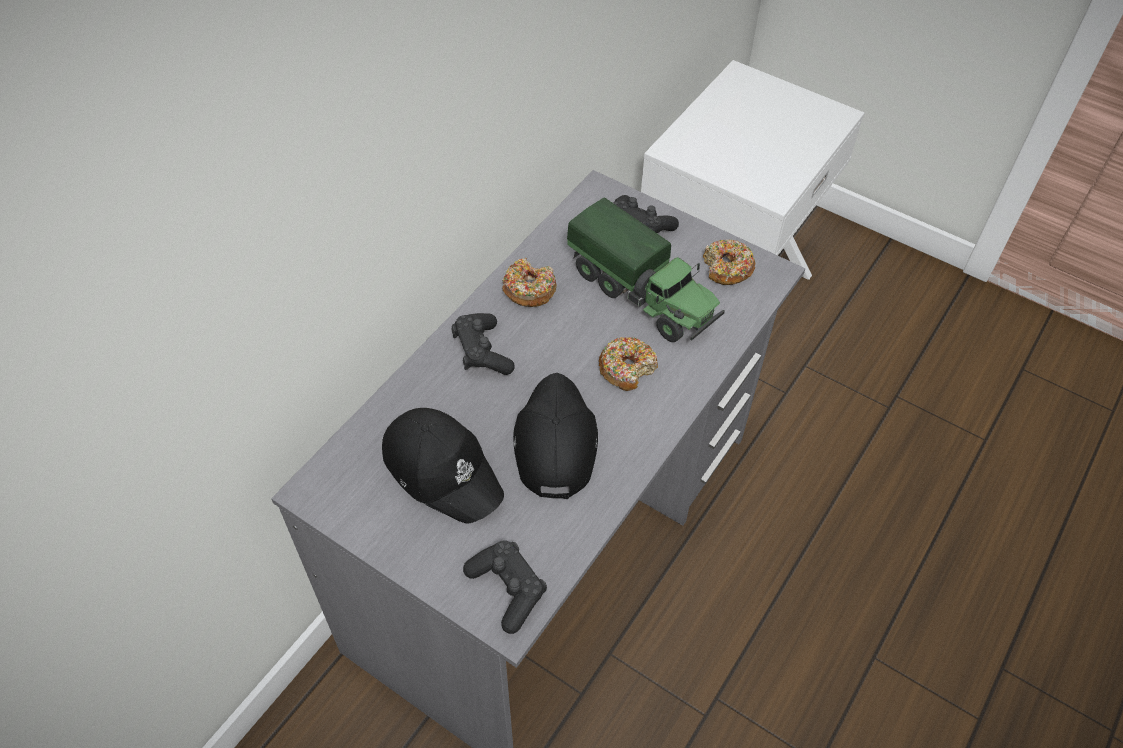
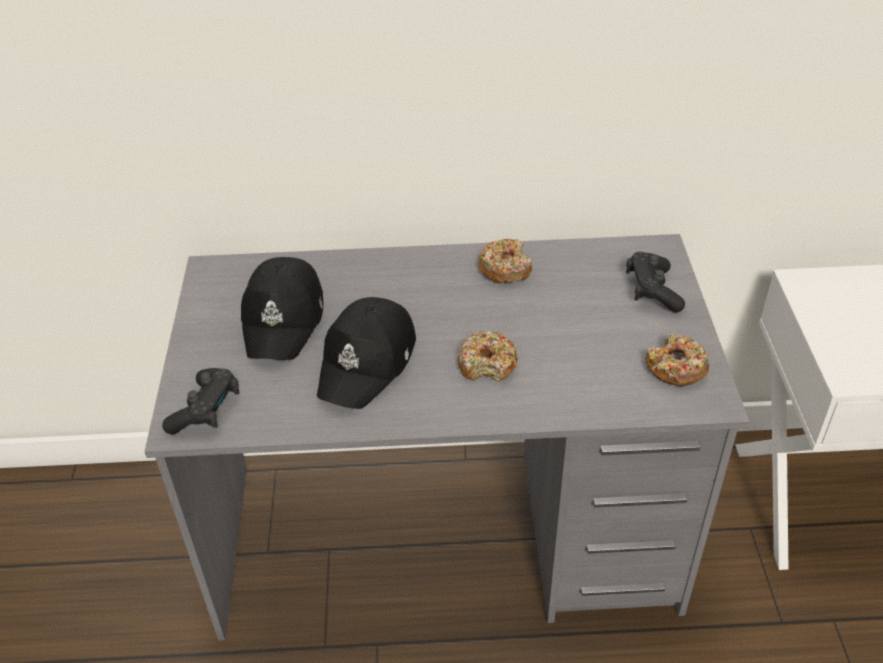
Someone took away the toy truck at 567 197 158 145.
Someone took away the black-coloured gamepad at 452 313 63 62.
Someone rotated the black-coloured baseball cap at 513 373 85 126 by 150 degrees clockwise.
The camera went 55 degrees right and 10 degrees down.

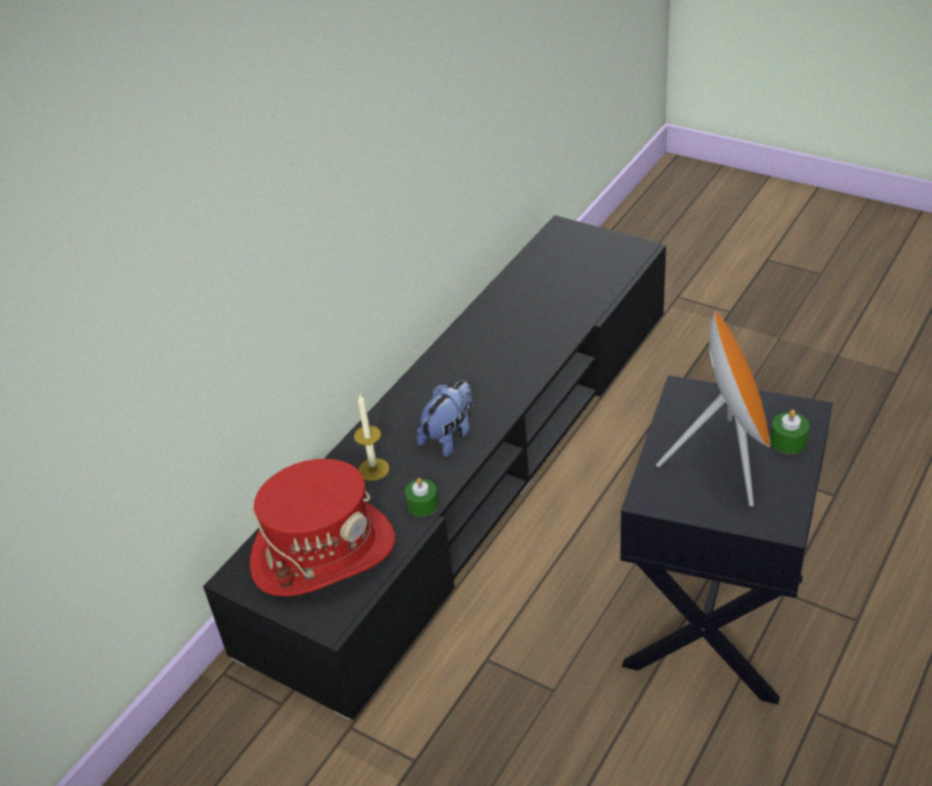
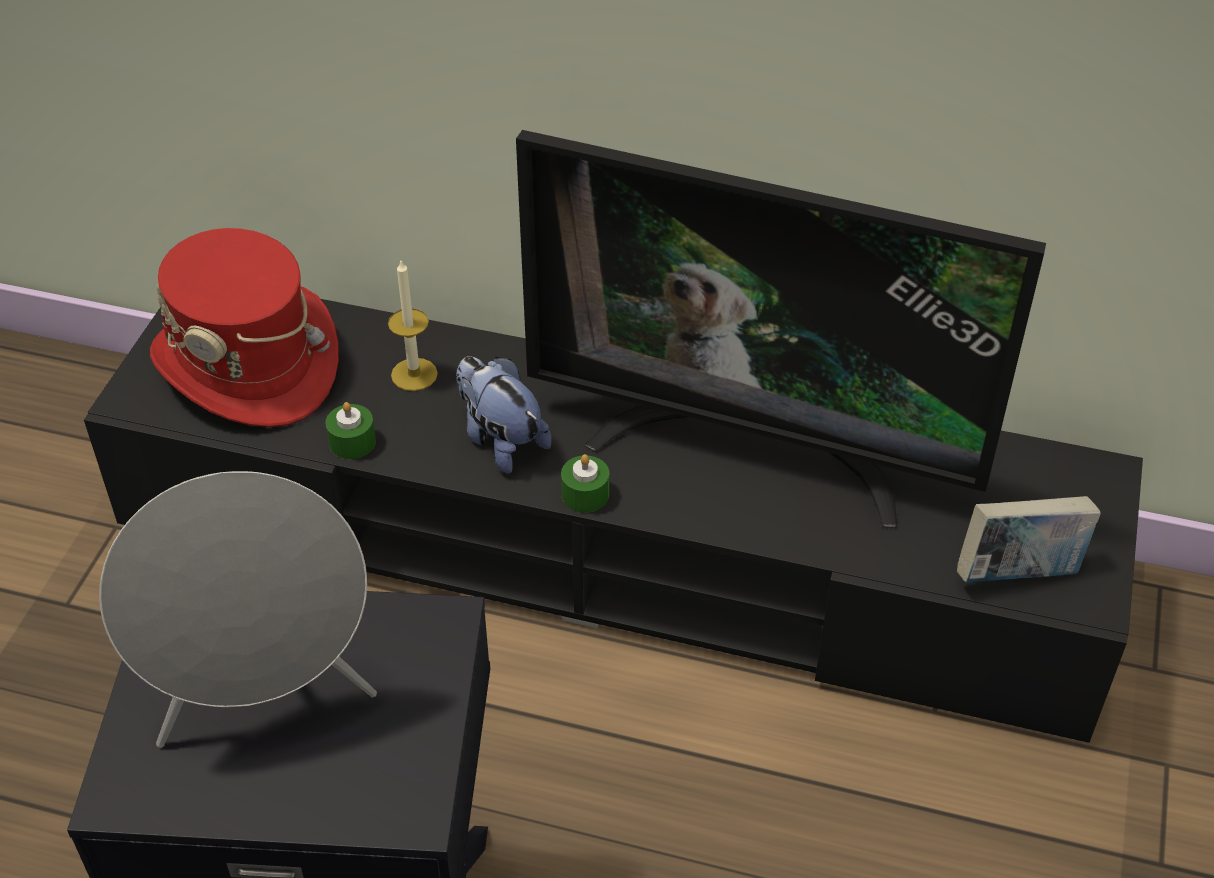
Someone repainted the orange audio speaker at 656 311 114 196, which became the gray audio speaker at 99 471 278 277.
Someone rotated the plush toy at 417 380 55 77 by 150 degrees counterclockwise.
Someone carried the greenish candle from 770 409 39 45 to 561 454 48 59.
Someone put down the TV at 516 130 530 397.
Someone put down the book at 957 496 144 86.
The camera went 70 degrees right and 5 degrees up.

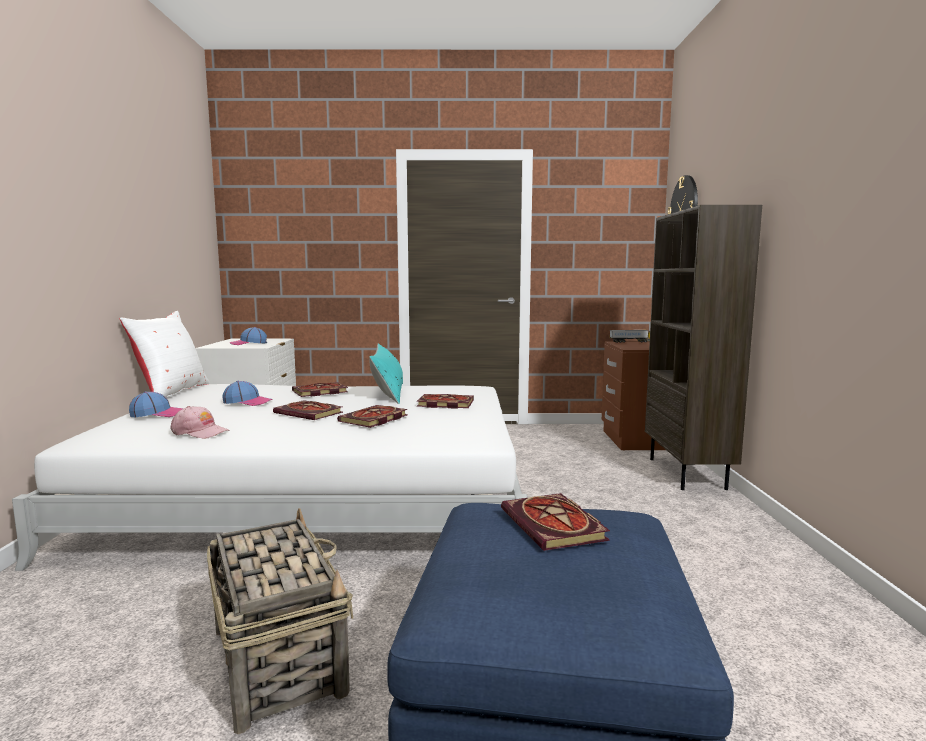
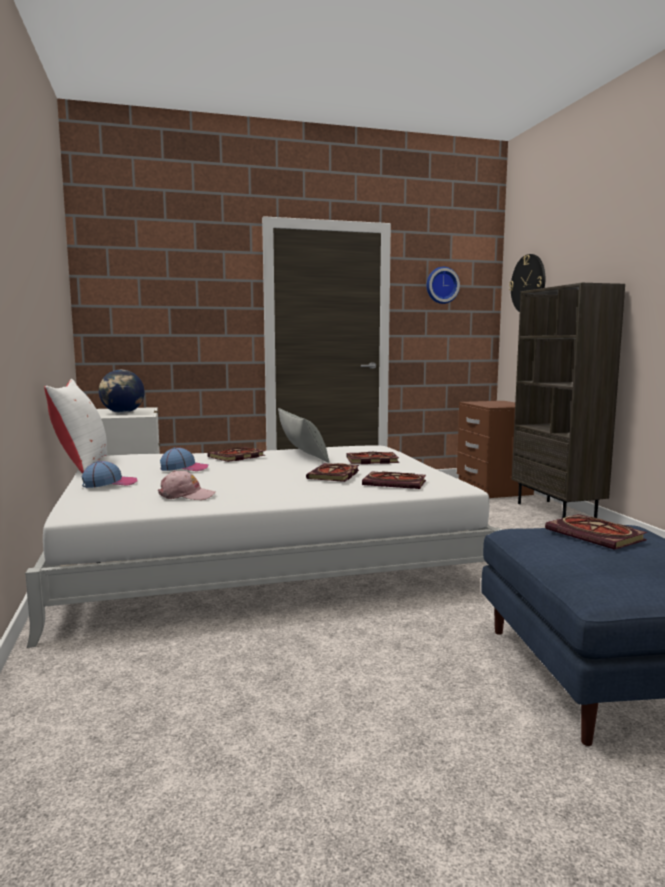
Someone swapped the baseball cap at 230 327 37 18 for the desk globe at 99 370 46 43.
Someone took away the toy truck at 610 330 40 13.
Someone repainted the blue-green throw pillow at 369 344 34 60, which became the gray throw pillow at 278 408 52 55.
Someone carried the book from 273 400 70 20 to 362 472 64 17.
Someone took away the storage basket at 207 508 146 226.
Someone put up the clock on the wall at 426 267 34 37.
The camera went 15 degrees left and 0 degrees up.

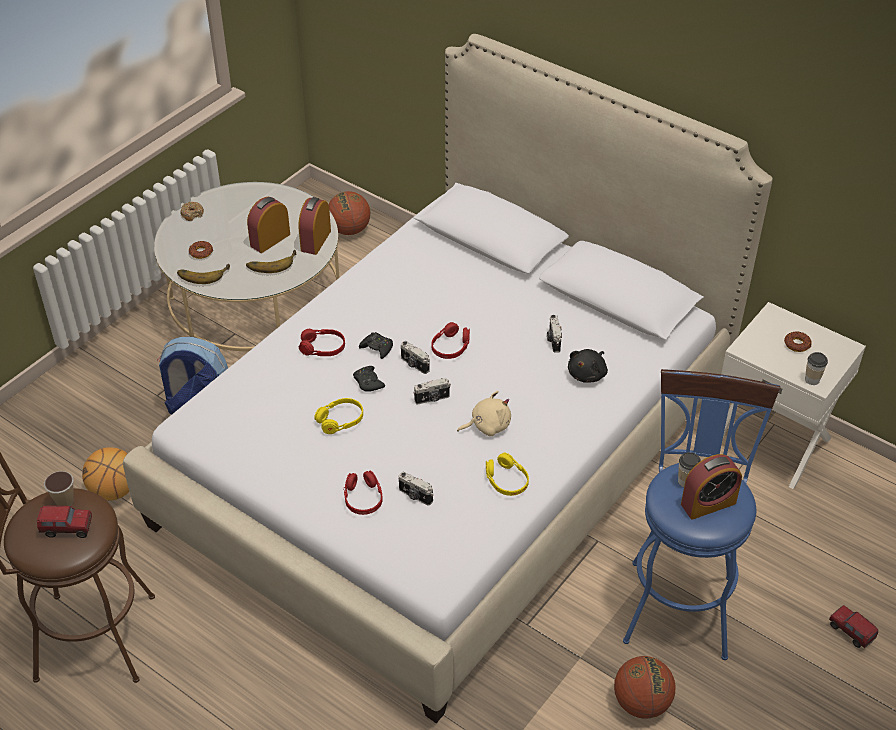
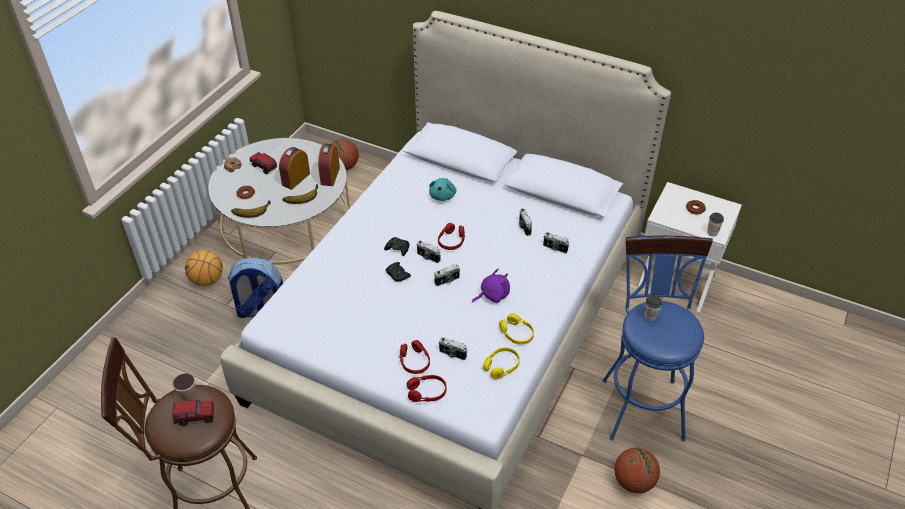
Someone carried the red headphones from 299 329 46 27 to 407 375 40 27.
Someone swapped the black-coloured plush toy at 568 349 40 34 for the photo camera at 543 232 26 21.
Someone repainted the beige plush toy at 457 391 54 45, which became the purple plush toy at 472 269 38 34.
Someone carried the yellow headphones from 314 398 49 36 to 483 347 37 32.
Someone carried the basketball from 82 447 47 54 to 185 250 38 36.
Someone took away the table clock at 681 454 61 65.
Someone carried the toy truck from 829 605 49 43 to 249 152 28 22.
Someone put down the blue-green plush toy at 429 178 28 23.
The camera went 10 degrees left and 0 degrees up.

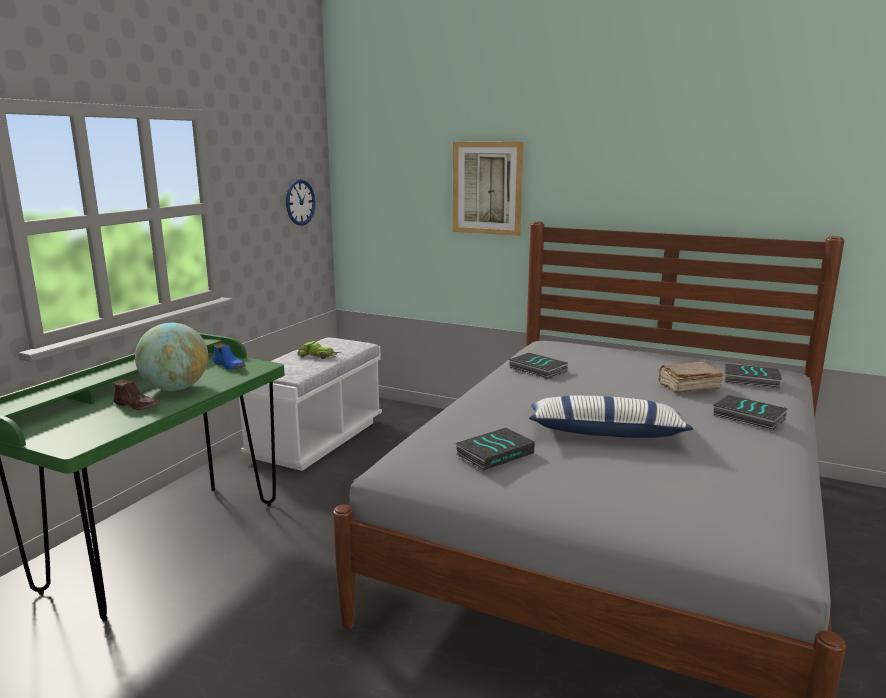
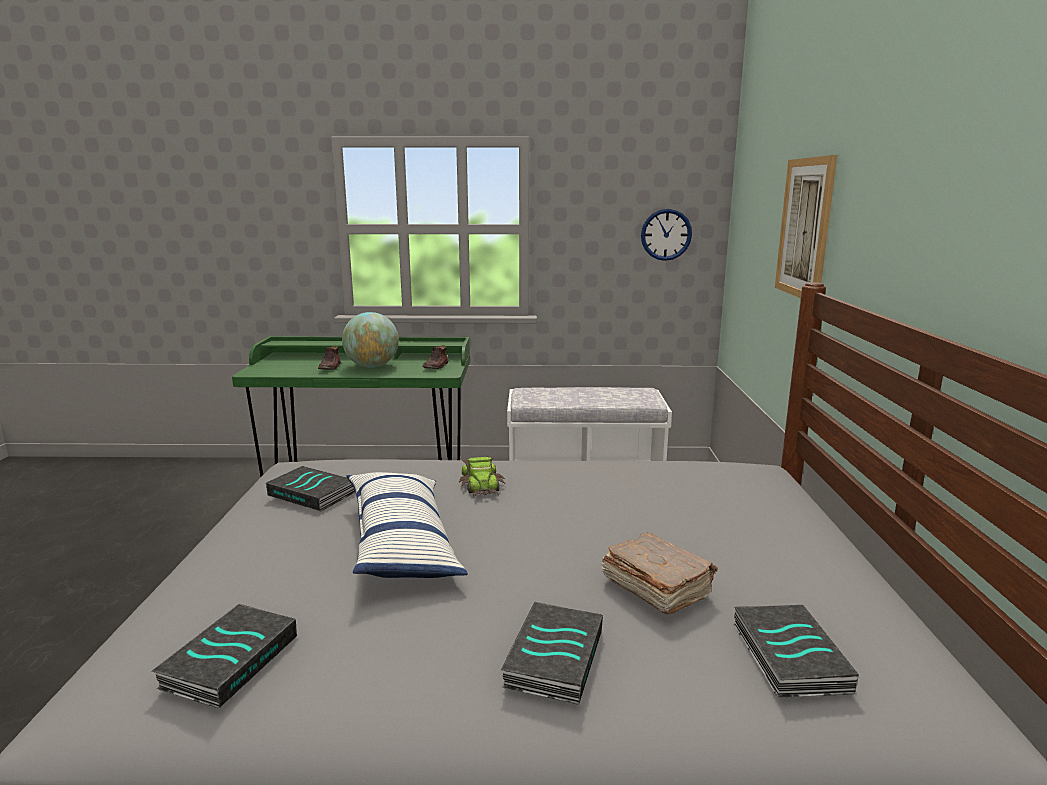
Someone carried the toy car from 294 341 48 18 to 459 456 46 41.
Someone repainted the blue-coloured shoe at 213 343 33 27, which became the brownish shoe at 422 345 26 24.
Someone carried the book from 509 353 59 26 to 152 604 145 105.
The camera went 65 degrees right and 0 degrees up.

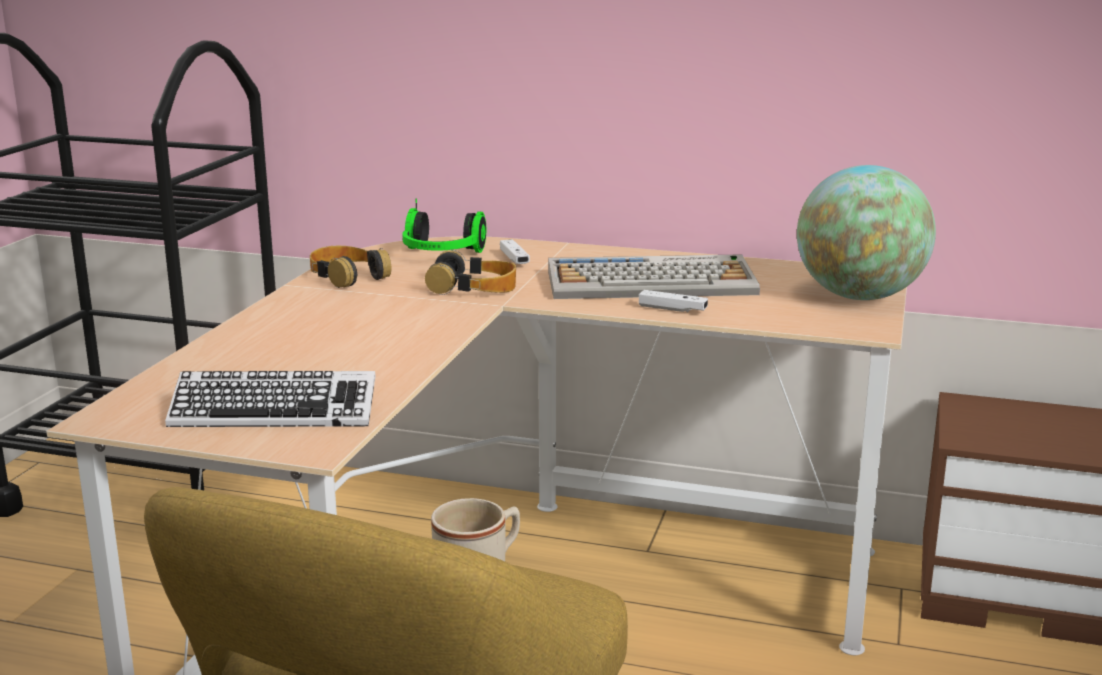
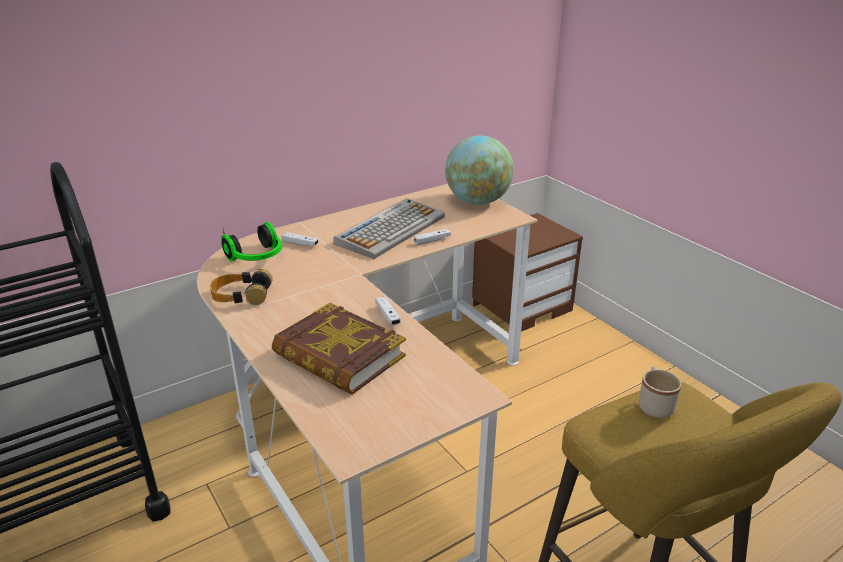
Someone took away the headphones at 425 250 91 45.
Someone took away the keyboard at 165 371 211 56.
Someone put down the whitish gamepad at 376 296 25 29.
Someone put down the book at 272 303 134 92.
The camera went 50 degrees left and 10 degrees up.

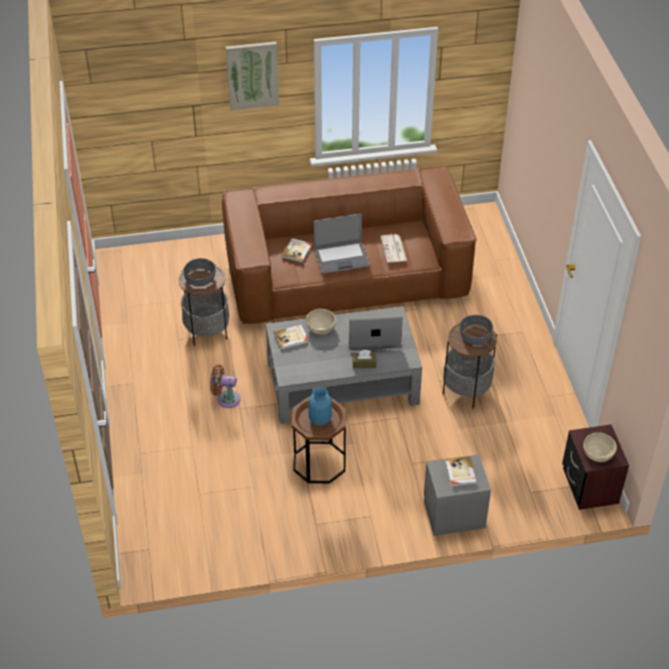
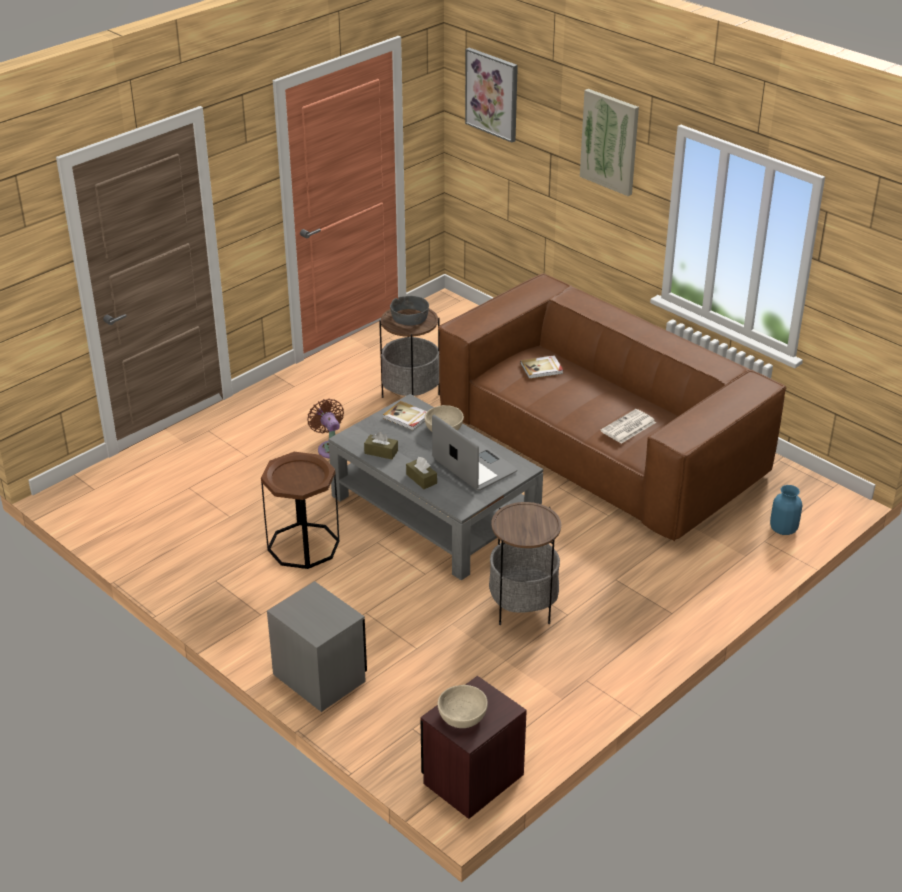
Someone took away the laptop at 314 214 56 60.
Someone took away the gray deep dish at 460 315 33 30.
Someone carried the blue-coloured flower vase from 308 387 24 38 to 770 485 33 50.
Someone took away the book at 445 456 32 31.
Someone put up the wall art at 465 48 53 95.
Someone put down the brownish box of tissues at 364 432 34 27.
The camera went 55 degrees right and 10 degrees down.

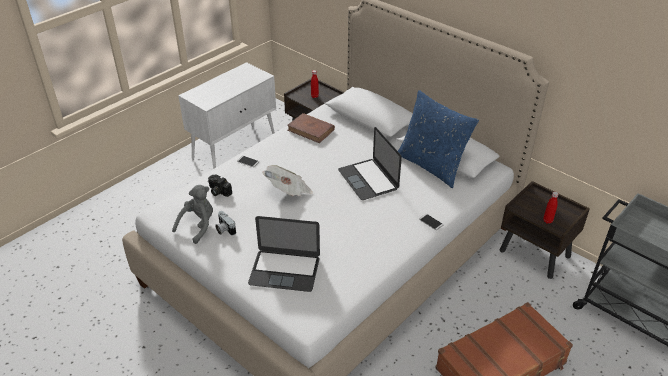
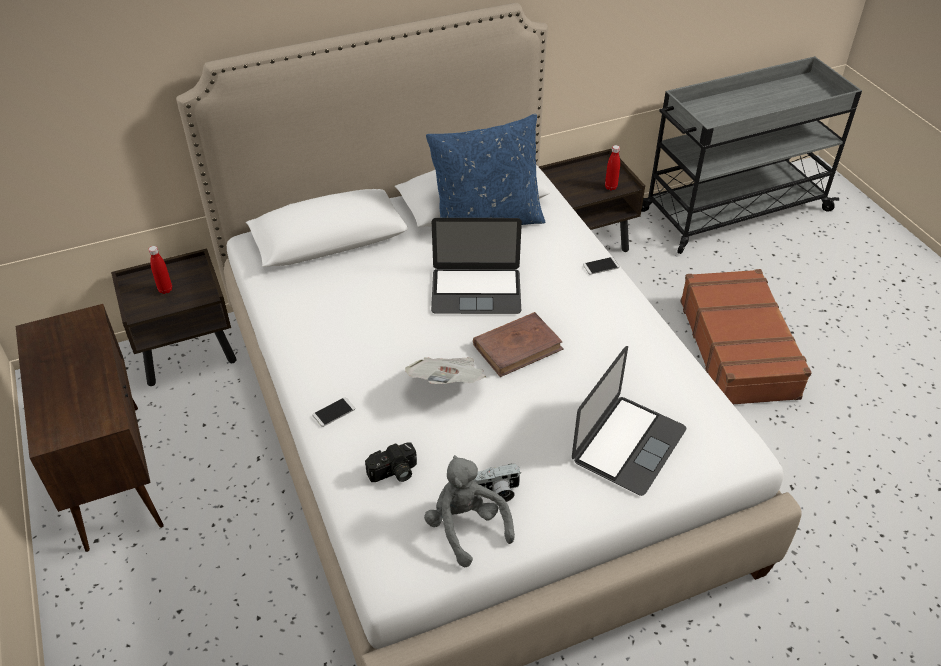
Someone repainted the whitish storage cabinet at 178 62 98 107, which became the brownish storage cabinet at 16 304 148 248.
Someone carried the brownish book from 287 113 48 30 to 473 312 91 65.
The camera went 65 degrees left and 5 degrees up.

